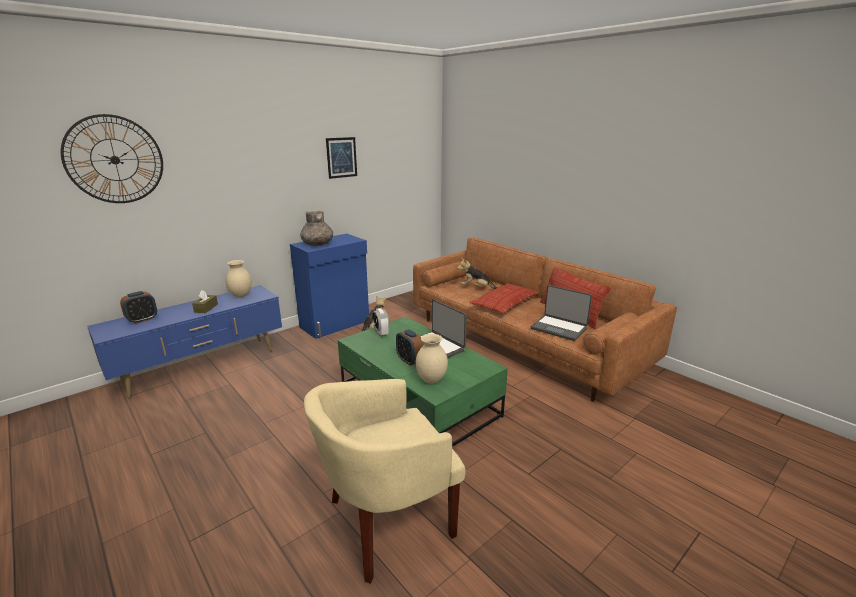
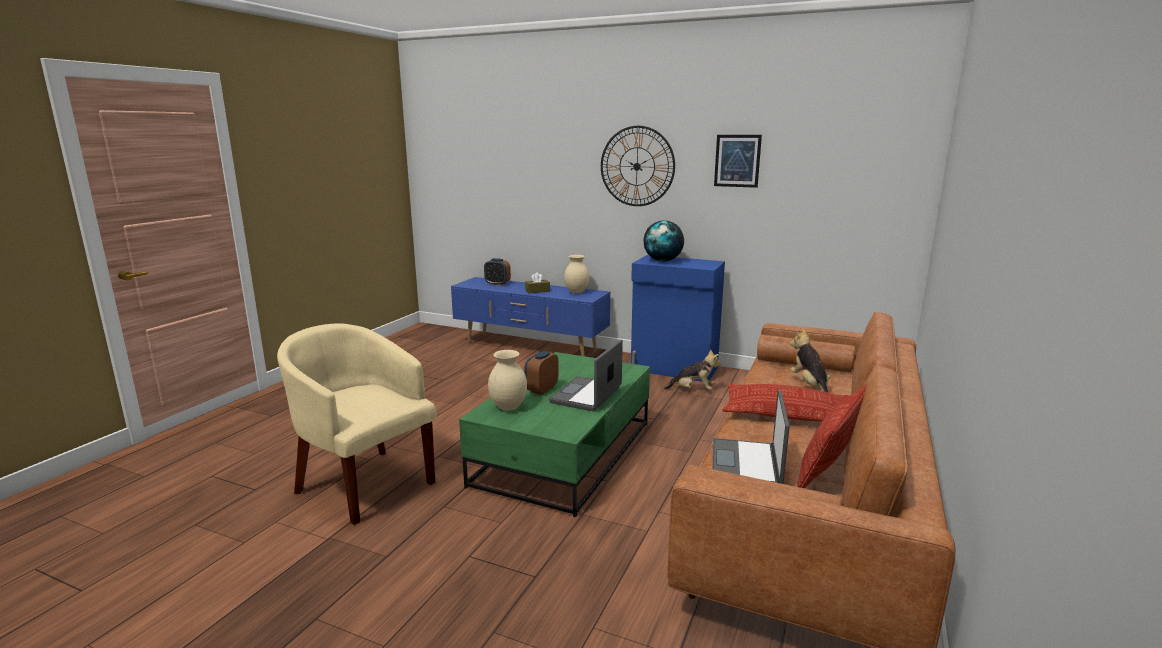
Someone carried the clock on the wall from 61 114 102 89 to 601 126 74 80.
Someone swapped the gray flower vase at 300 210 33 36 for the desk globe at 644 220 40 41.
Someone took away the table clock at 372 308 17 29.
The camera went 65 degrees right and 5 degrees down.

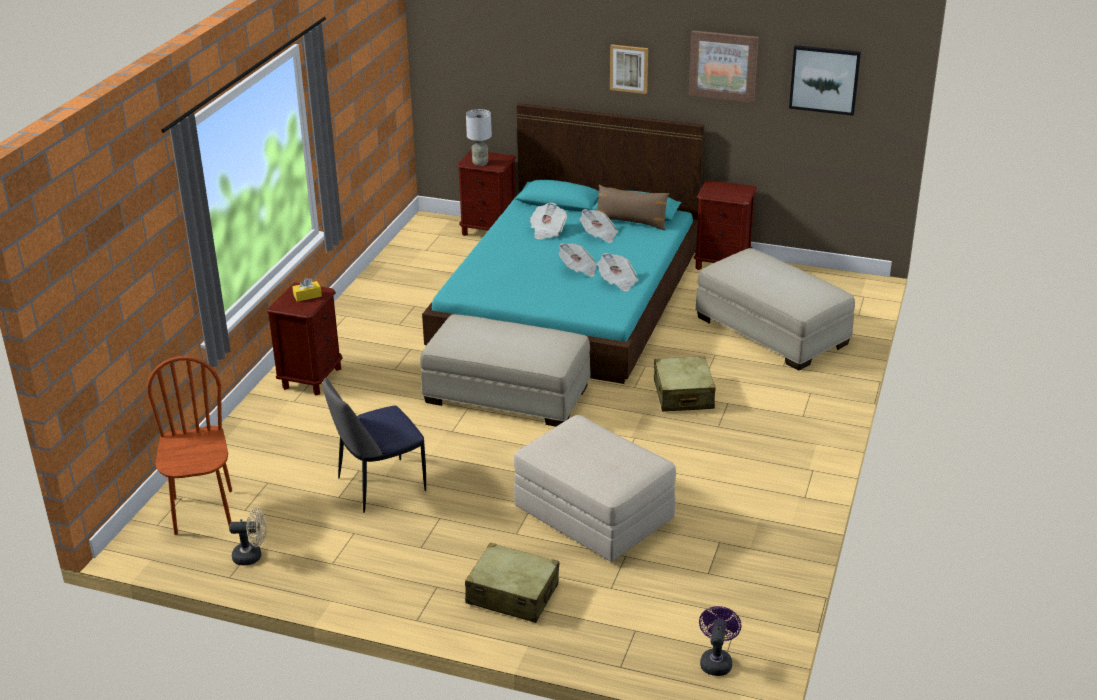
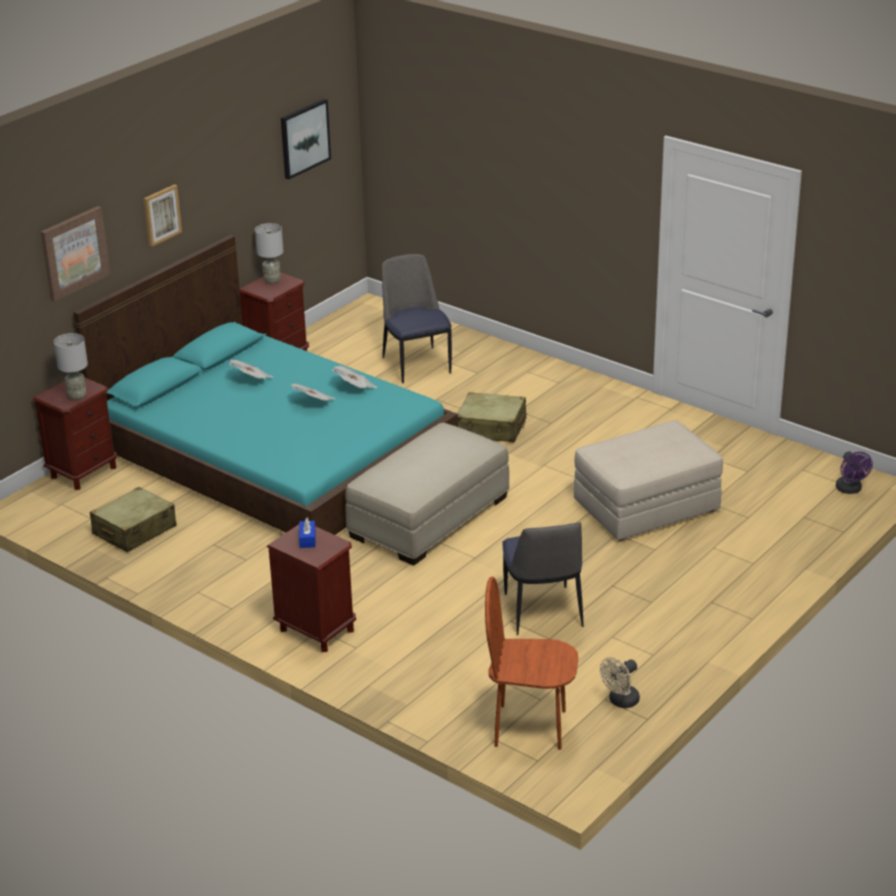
Someone carried the wall art from 689 30 70 73 to 41 206 69 96.
Someone took away the brownish throw pillow at 597 185 72 45.
Someone took away the newspaper at 530 203 37 36.
Someone swapped the beige pouffe at 695 248 160 123 for the upright chair at 382 254 70 129.
Someone repainted the yellow box of tissues at 292 278 30 24, which became the blue-coloured box of tissues at 299 518 17 30.
Someone rotated the beige fan at 229 508 38 57 by 150 degrees counterclockwise.
Someone carried the beige piece of luggage from 465 542 94 81 to 90 487 87 65.
Someone rotated the purple fan at 699 606 42 70 by 135 degrees counterclockwise.
Someone put down the gray lamp for a table at 255 223 28 61.
The camera went 70 degrees left and 0 degrees up.

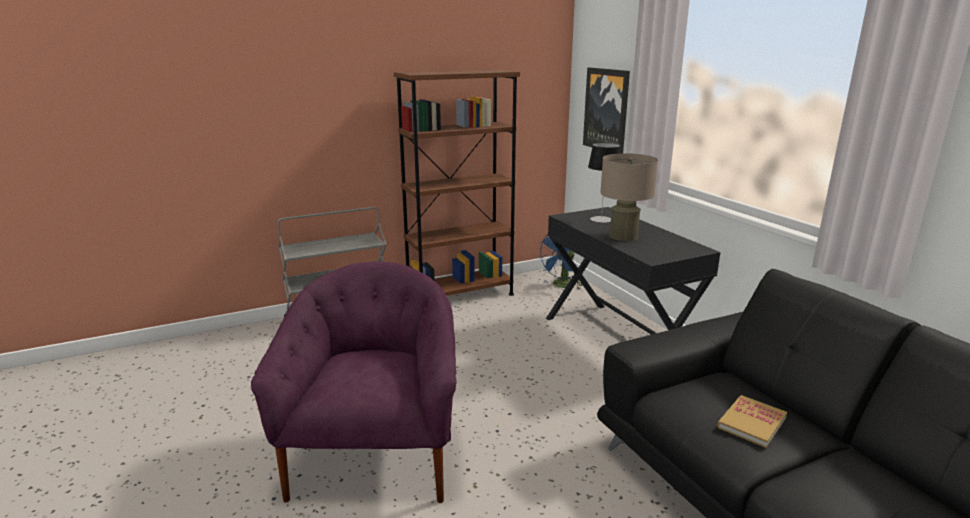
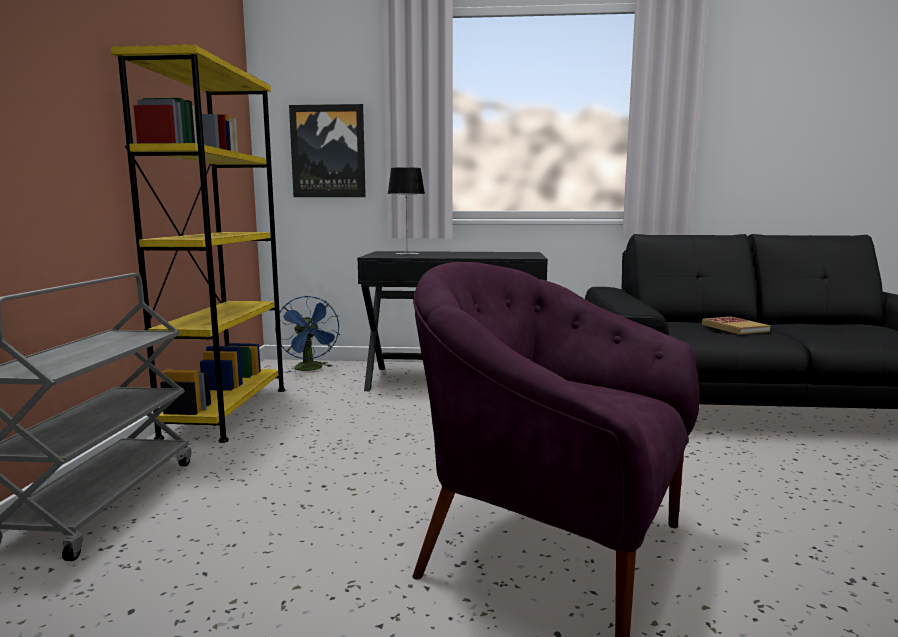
Someone repainted the brownish bookcase at 394 69 126 227, which became the yellow bookcase at 111 45 175 398.
Someone took away the beige lamp for a table at 600 153 58 88.
The camera went 60 degrees left and 10 degrees down.

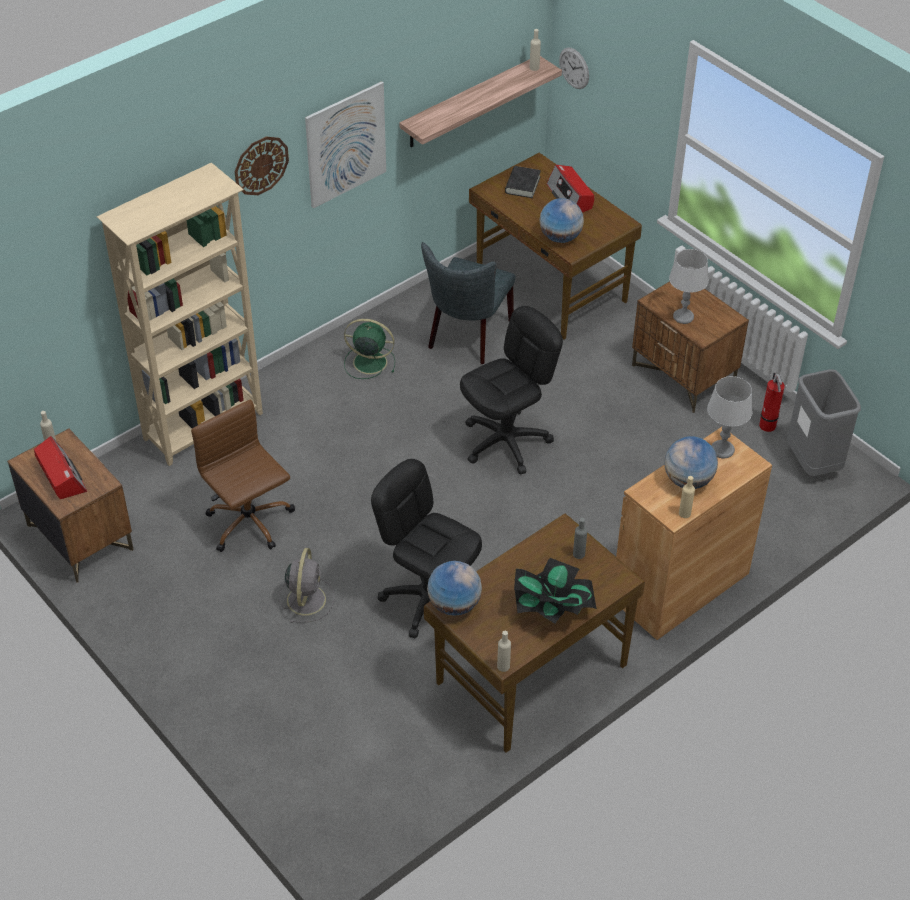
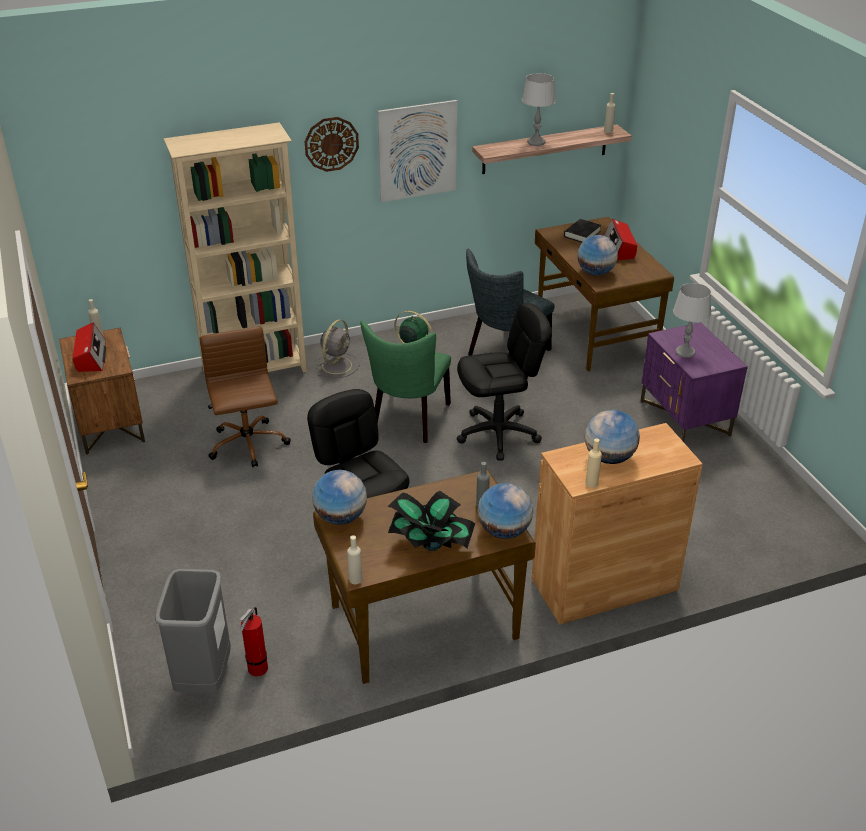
Someone took away the clock on the wall at 559 47 30 42.
Someone repainted the brownish nightstand at 632 281 117 132, which became the purple nightstand at 640 322 108 120.
Someone carried the gray trash can from 787 369 74 107 to 155 569 76 124.
Someone carried the extinguisher from 759 373 26 59 to 240 607 28 70.
Someone carried the gray lamp for a table from 707 376 45 82 to 522 73 34 73.
Someone carried the gray fan from 279 548 55 75 to 317 319 43 59.
Someone put down the greenish upright chair at 361 321 90 122.
Someone put down the desk globe at 478 483 55 56.
The camera went 20 degrees right and 10 degrees down.

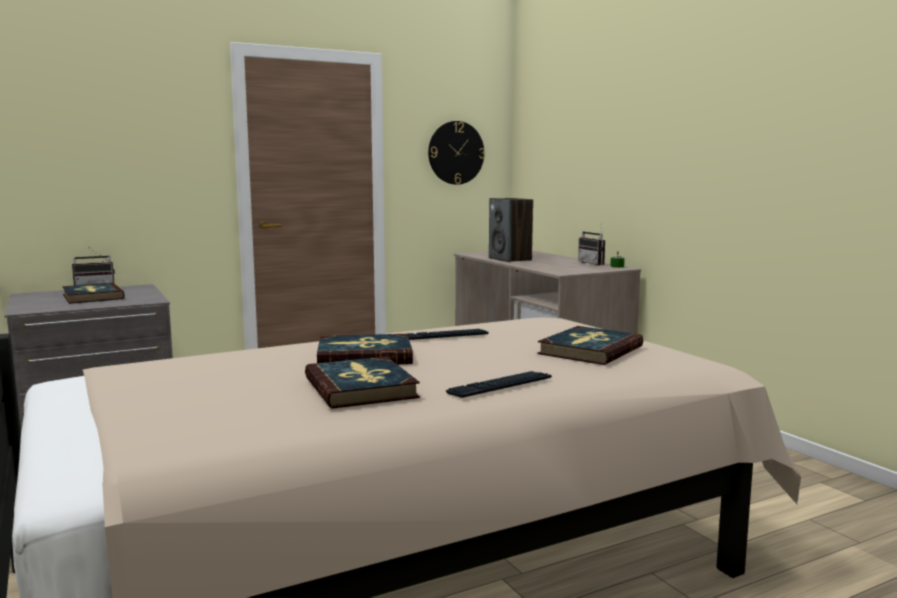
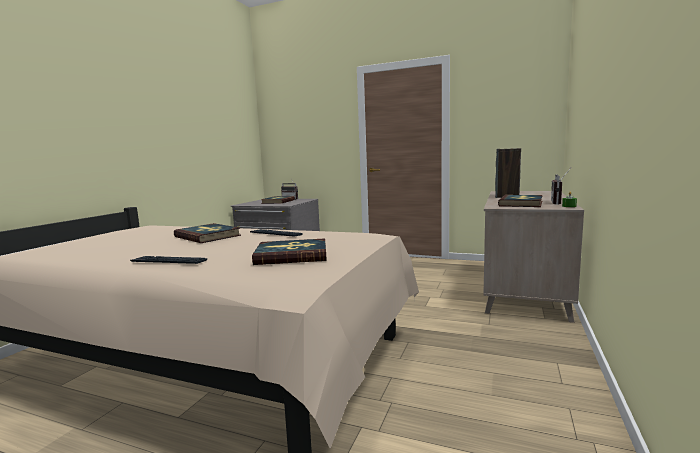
Someone took away the clock on the wall at 428 121 57 64.
Someone carried the book from 305 356 115 53 to 498 195 45 12.
The camera went 50 degrees right and 0 degrees up.

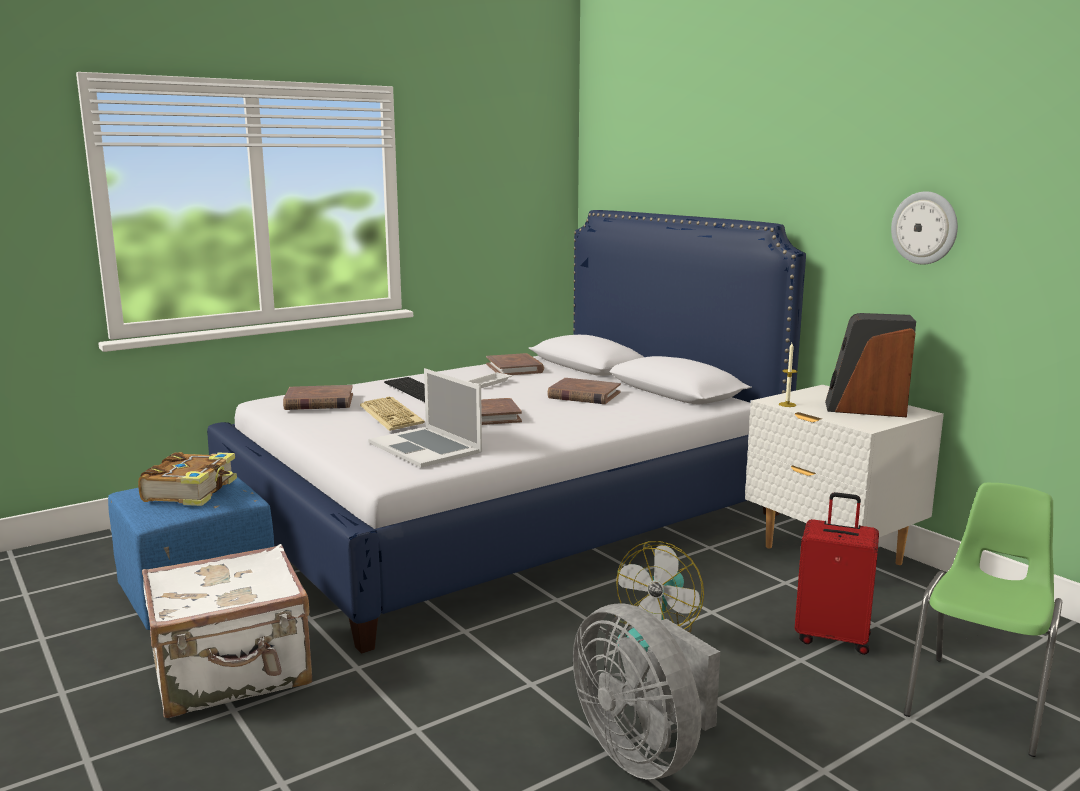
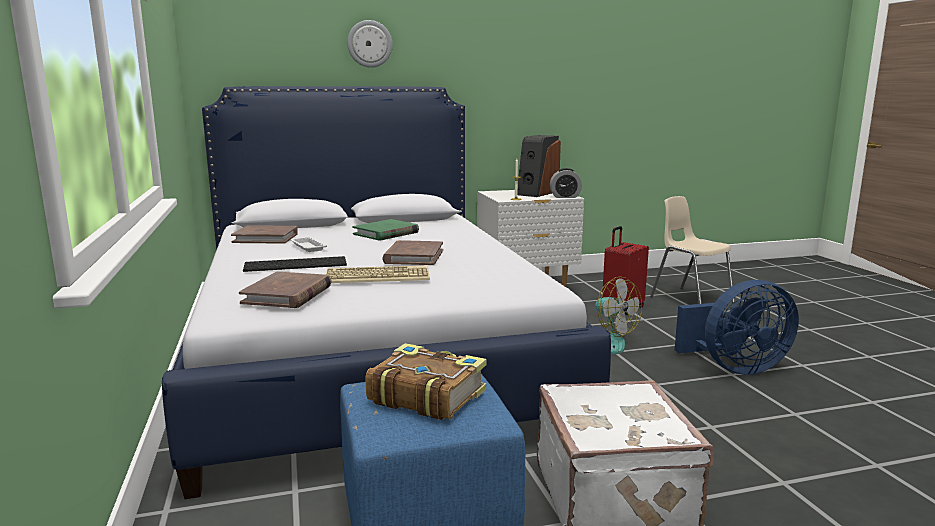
Someone carried the clock on the wall from 891 191 67 74 to 347 20 46 48.
Someone took away the laptop at 368 368 114 100.
Someone repainted the brownish book at 547 378 74 26, which became the greenish book at 353 219 66 21.
Someone repainted the greenish upright chair at 904 483 158 274, which became the beige upright chair at 650 196 85 108.
Someone repainted the gray fan at 573 603 147 176, which became the blue-coloured fan at 674 280 125 95.
Someone put down the table clock at 550 168 32 30.
The camera went 70 degrees left and 0 degrees up.

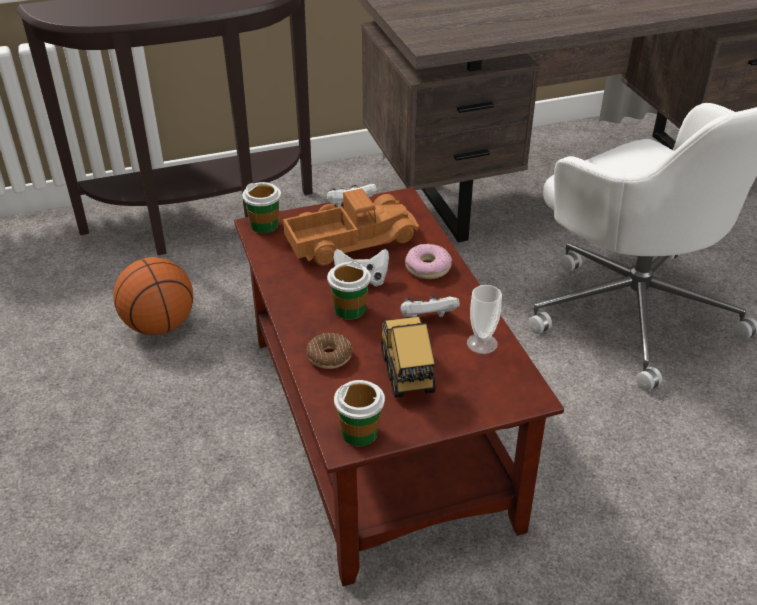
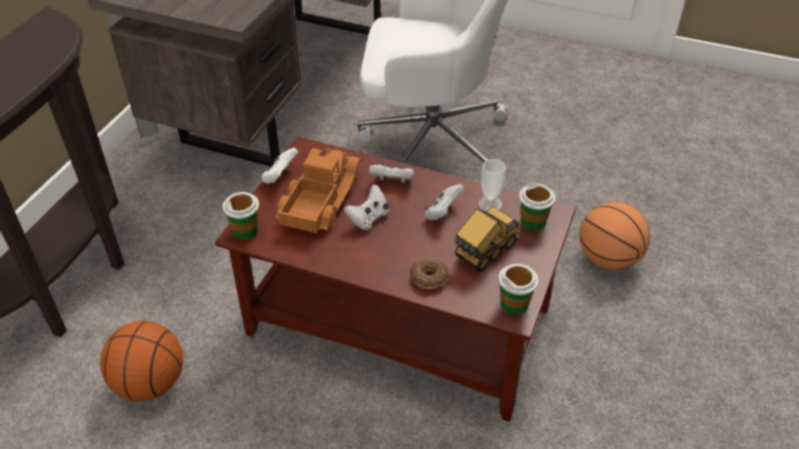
Someone swapped the doughnut at 405 244 47 35 for the whitish gamepad at 369 162 45 21.
Someone carried the small cup from 327 261 44 59 to 519 183 36 47.
Someone rotated the toy truck at 381 316 55 82 by 105 degrees clockwise.
Someone put down the basketball at 580 202 70 68.
The camera went 50 degrees left and 5 degrees up.

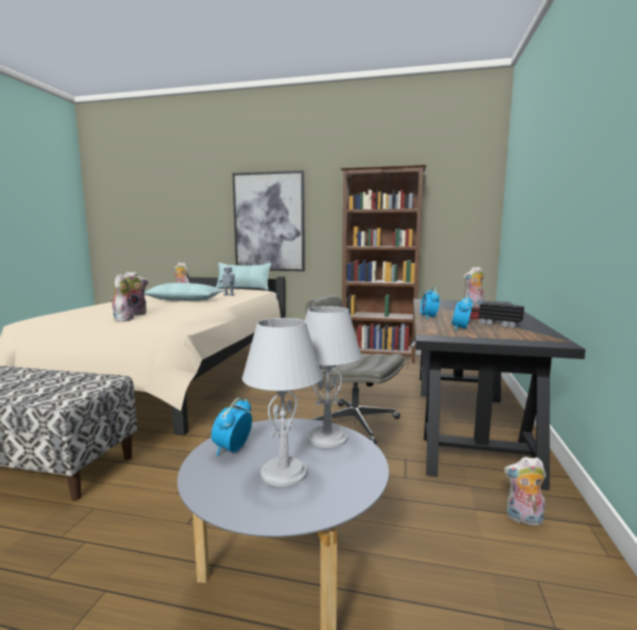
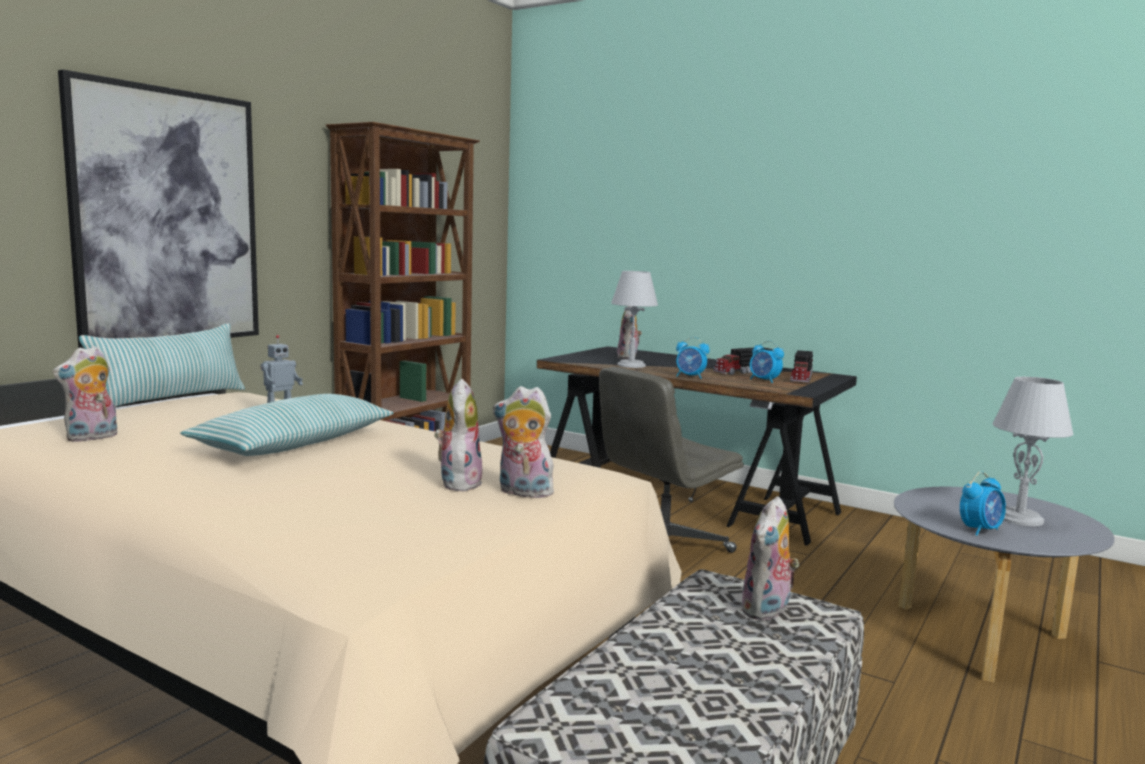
Someone carried the gray lamp for a table from 304 306 58 142 to 611 271 47 97.
Someone rotated the table clock at 211 398 41 58 by 75 degrees counterclockwise.
Someone carried the plush toy from 504 457 42 69 to 740 496 59 125.
Someone put down the toy truck at 790 350 23 33.
The camera went 70 degrees left and 0 degrees up.

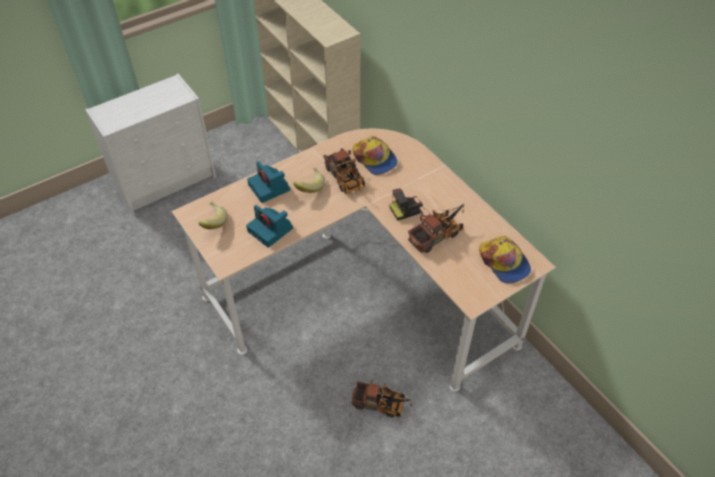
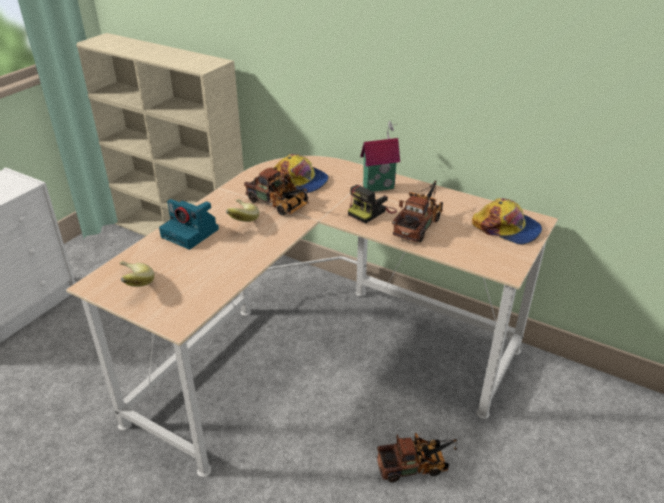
Someone took away the photo camera at 246 205 47 43.
Someone put down the model house at 360 121 40 71.
The camera went 25 degrees left and 15 degrees down.

